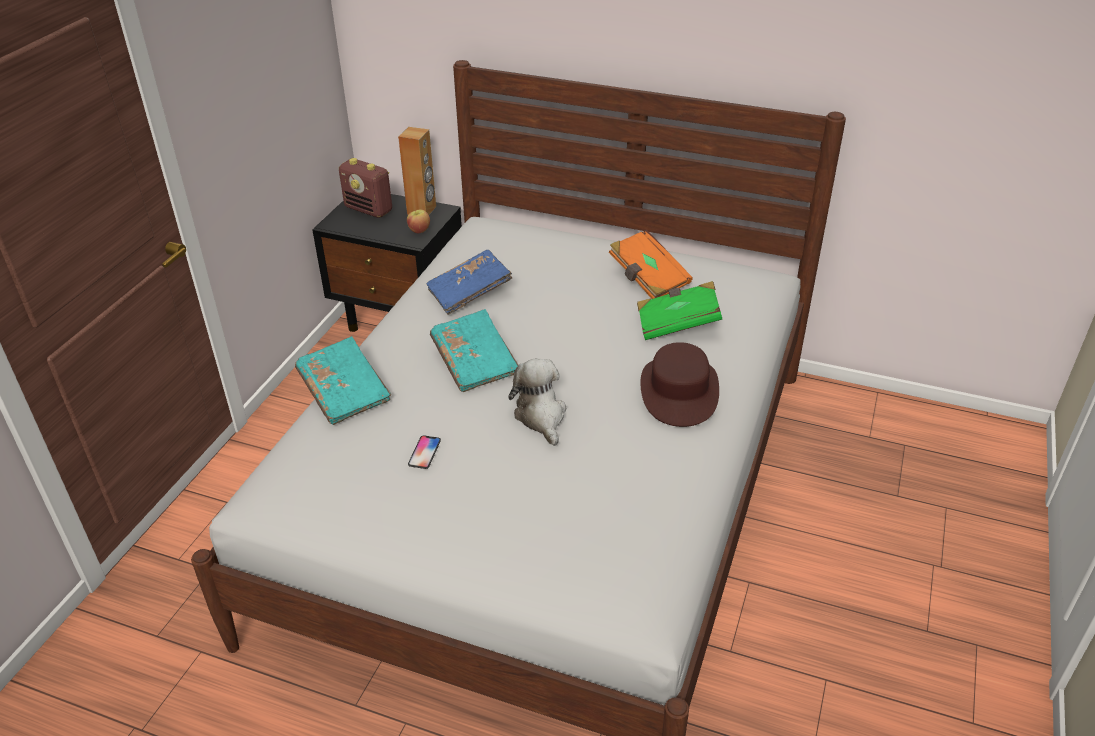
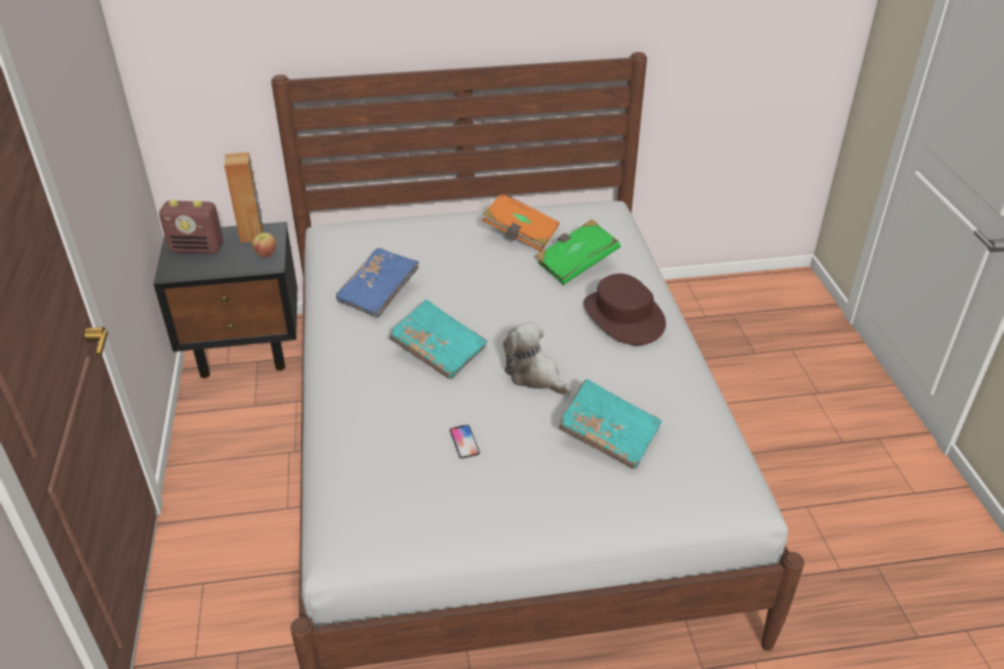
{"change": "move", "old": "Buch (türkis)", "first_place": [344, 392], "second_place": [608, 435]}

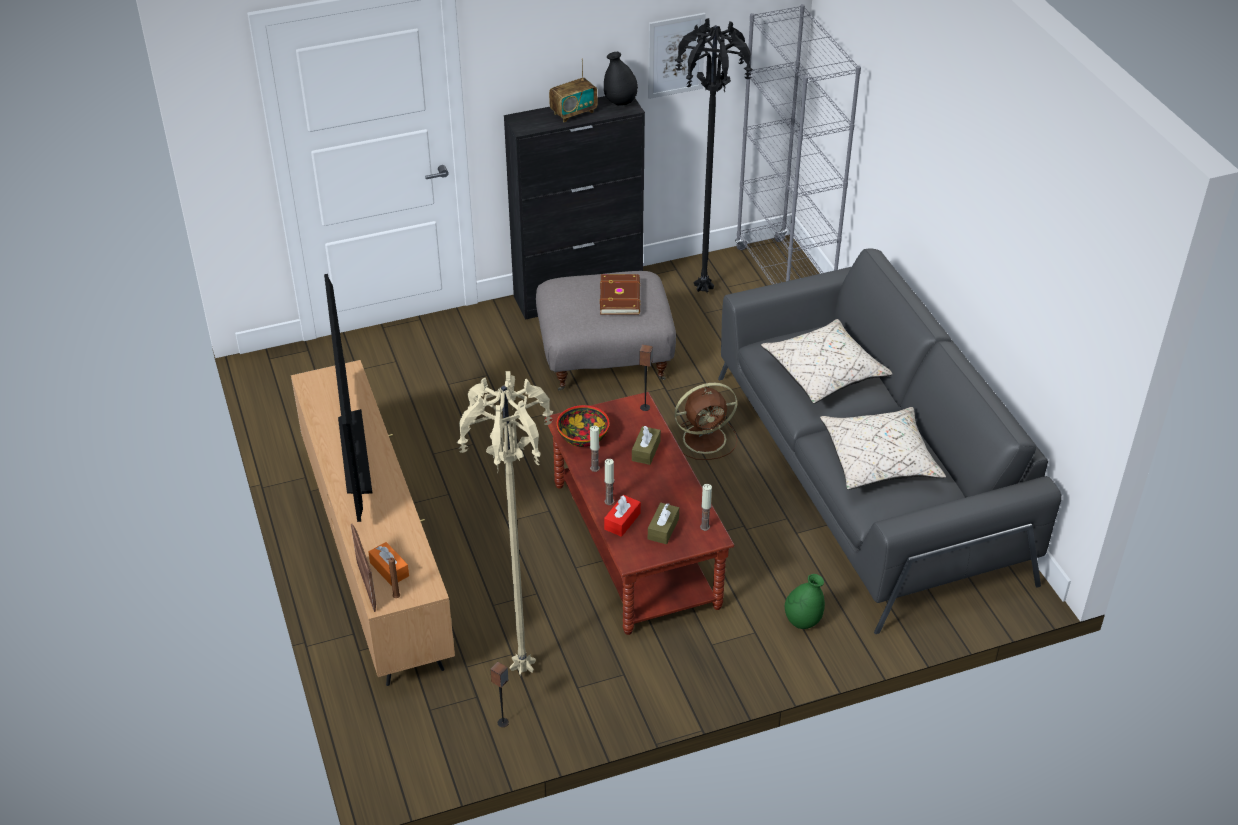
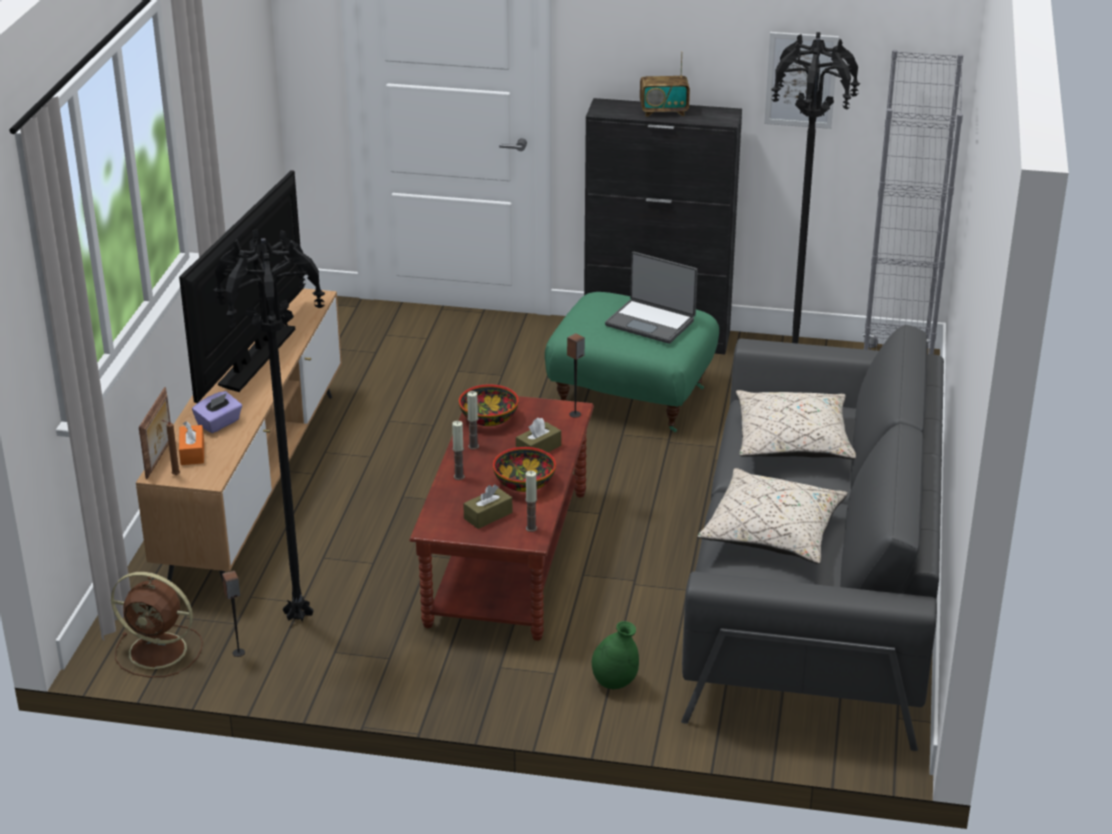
{"change": "move", "old": "Ventilator (braun)", "first_place": [706, 438], "second_place": [160, 651]}
{"change": "insert", "new": "Taschentuchbox (lila)", "second_place": [219, 423]}
{"change": "recolor", "old": "Stehlampe (beige)", "new": "Stehlampe (schwarz)", "first_place": [520, 670], "second_place": [295, 618]}
{"change": "insert", "new": "Schüssel", "second_place": [523, 483]}
{"change": "recolor", "old": "Polsterhocker (grau)", "new": "Polsterhocker (grün)", "first_place": [605, 358], "second_place": [632, 397]}
{"change": "replace", "old": "Buch (braun)", "new": "Laptop", "first_place": [621, 297], "second_place": [651, 322]}
{"change": "delete", "old": "Vase (schwarz)", "first_place": [620, 102]}
{"change": "delete", "old": "Taschentuchbox (rot)", "first_place": [622, 521]}

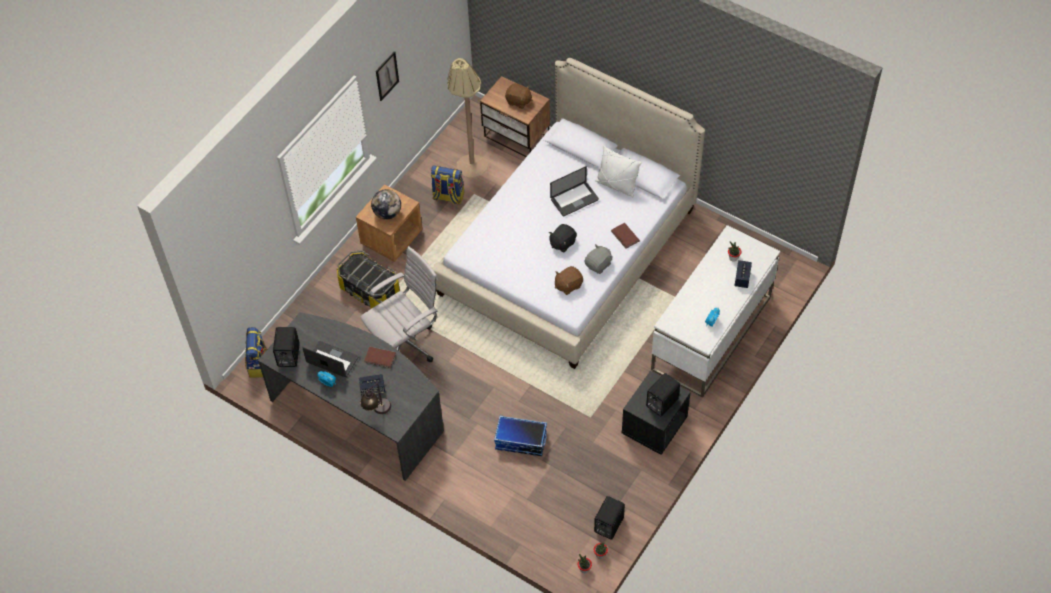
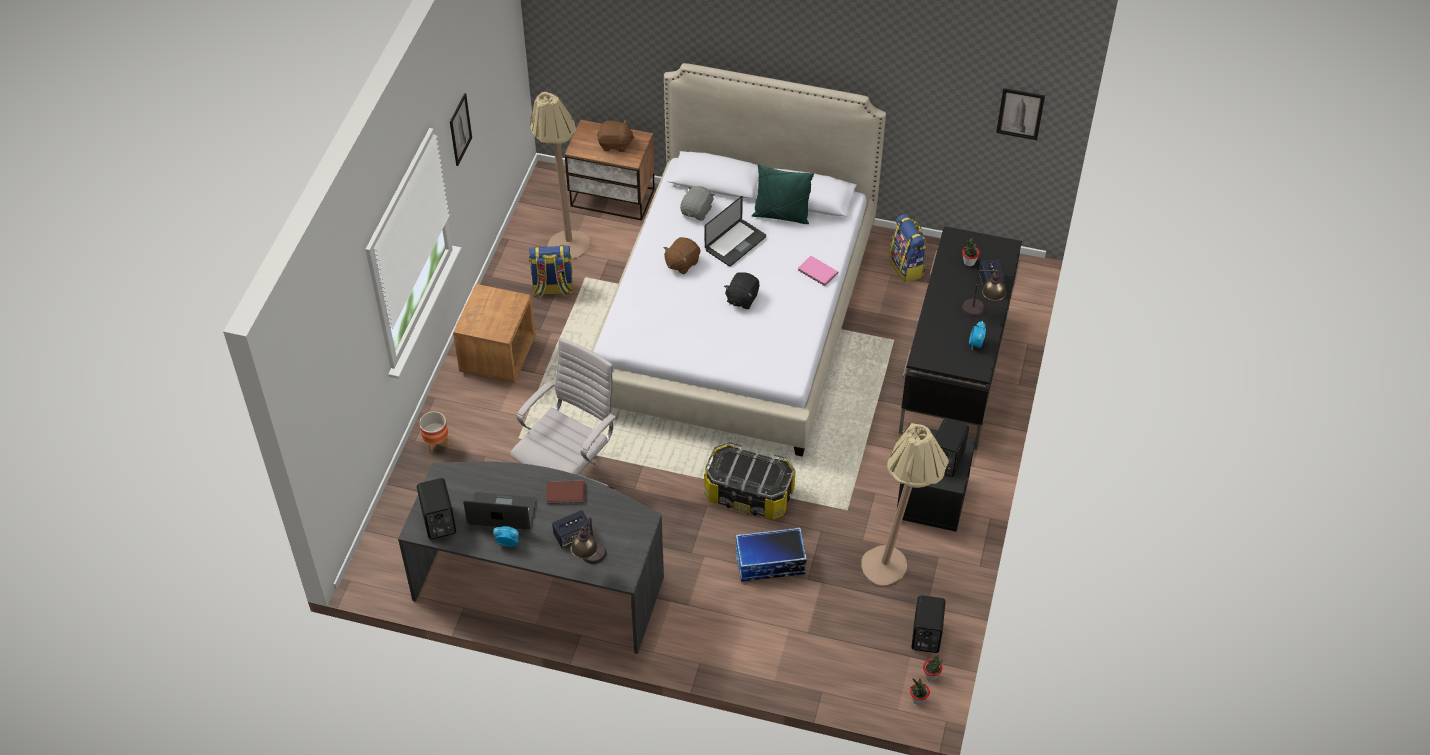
{"change": "insert", "new": "Pflanzkübel", "second_place": [436, 444]}
{"change": "move", "old": "Plüschtier (braun)", "first_place": [568, 285], "second_place": [681, 263]}
{"change": "move", "old": "Plüschtier (grau)", "first_place": [598, 265], "second_place": [697, 211]}
{"change": "move", "old": "Aufbewahrungsbox", "first_place": [369, 290], "second_place": [749, 494]}
{"change": "recolor", "old": "Kissen (weiß)", "new": "Kissen (grün)", "first_place": [616, 185], "second_place": [781, 215]}
{"change": "recolor", "old": "Buch (braun)", "new": "Buch (rosa)", "first_place": [624, 237], "second_place": [817, 272]}
{"change": "insert", "new": "Stehlampe (beige)", "second_place": [895, 566]}
{"change": "move", "old": "Rucksack", "first_place": [259, 364], "second_place": [907, 266]}
{"change": "recolor", "old": "Schreibtisch (weiß)", "new": "Schreibtisch (schwarz)", "first_place": [711, 333], "second_place": [954, 372]}
{"change": "insert", "new": "Tischlampe", "second_place": [981, 311]}
{"change": "insert", "new": "Bild", "second_place": [1020, 113]}
{"change": "delete", "old": "Globus", "first_place": [387, 213]}

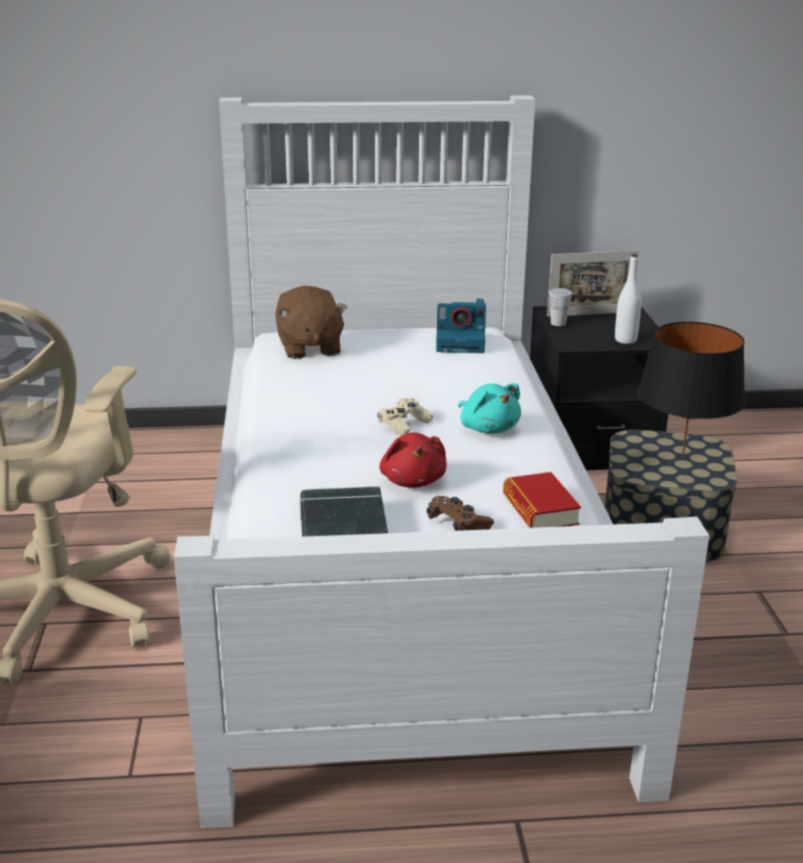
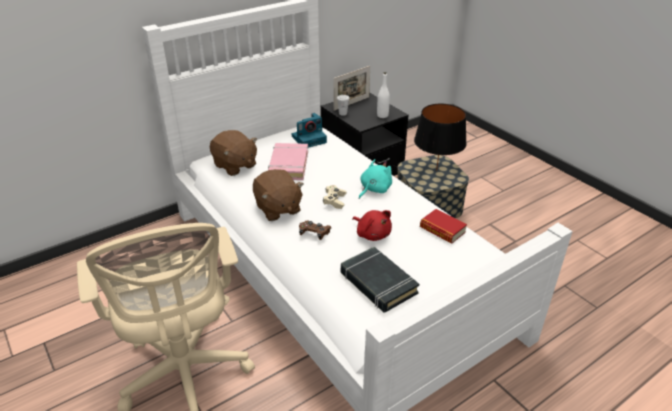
{"change": "insert", "new": "Plüschtier (braun)", "second_place": [277, 209]}
{"change": "insert", "new": "Buch (rosa)", "second_place": [288, 165]}
{"change": "move", "old": "Gamepad (braun)", "first_place": [458, 525], "second_place": [314, 233]}
{"change": "rotate", "old": "Plüschtier (türkis)", "first_place": [488, 428], "second_place": [374, 189], "degrees": -75}

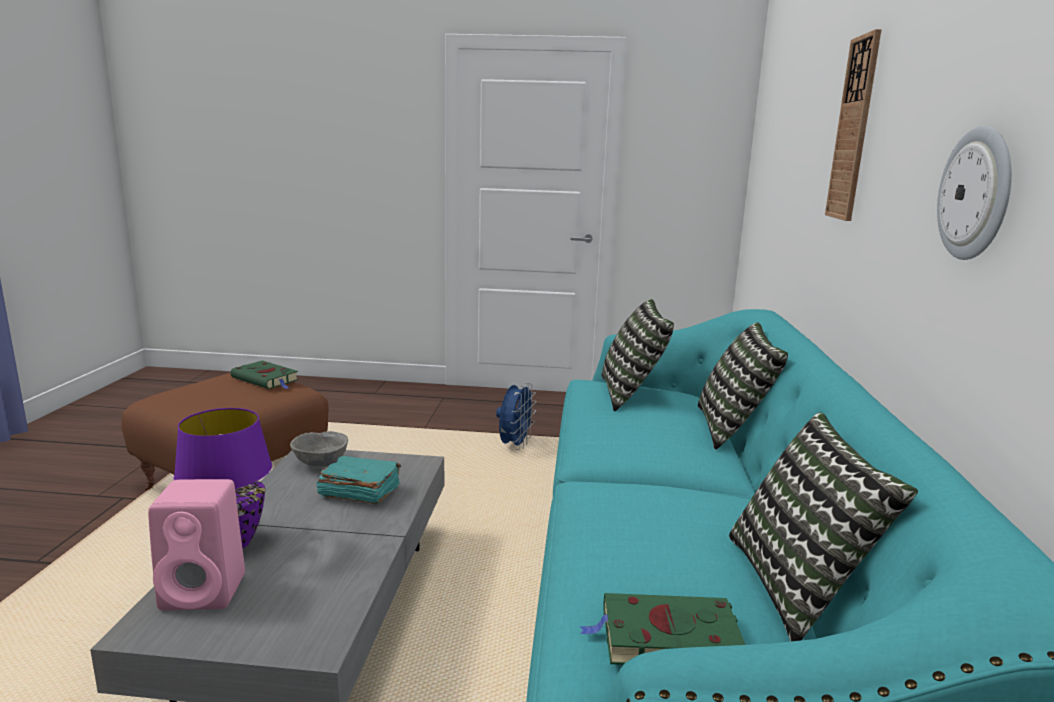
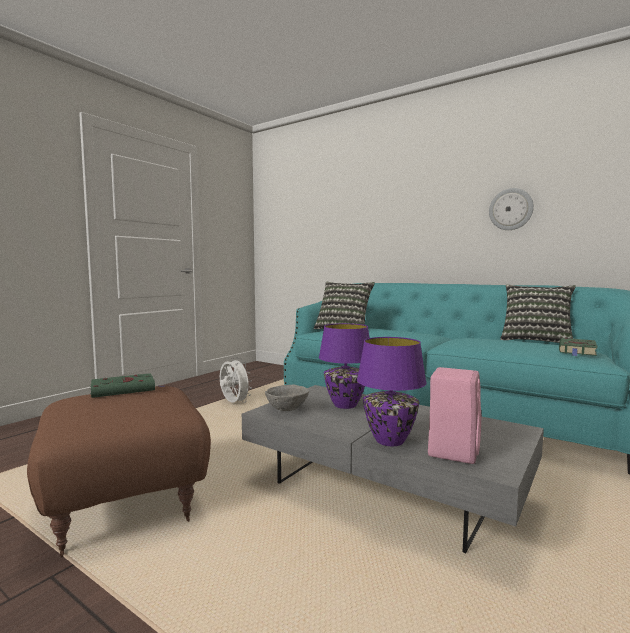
{"change": "recolor", "old": "Ventilator (blau)", "new": "Ventilator (weiß)", "first_place": [515, 445], "second_place": [233, 403]}
{"change": "replace", "old": "Buch (türkis)", "new": "Tischlampe (lila)", "first_place": [359, 492], "second_place": [344, 405]}
{"change": "delete", "old": "Kissen", "first_place": [733, 428]}
{"change": "delete", "old": "Wanduhr", "first_place": [853, 129]}

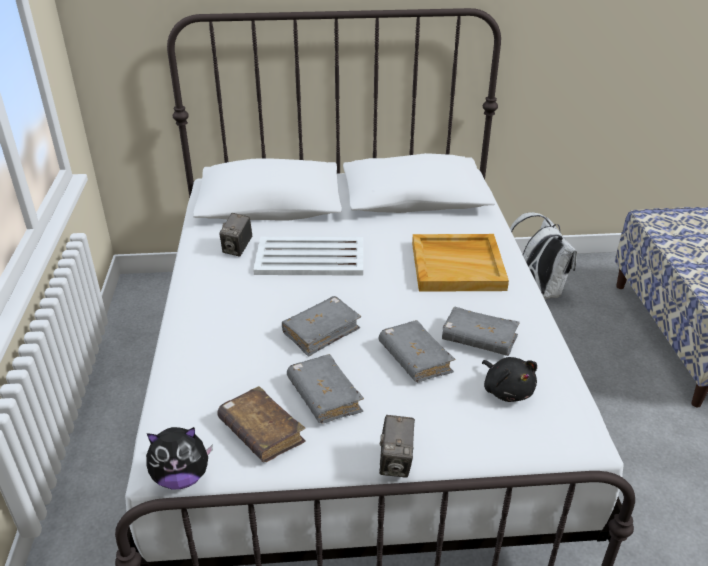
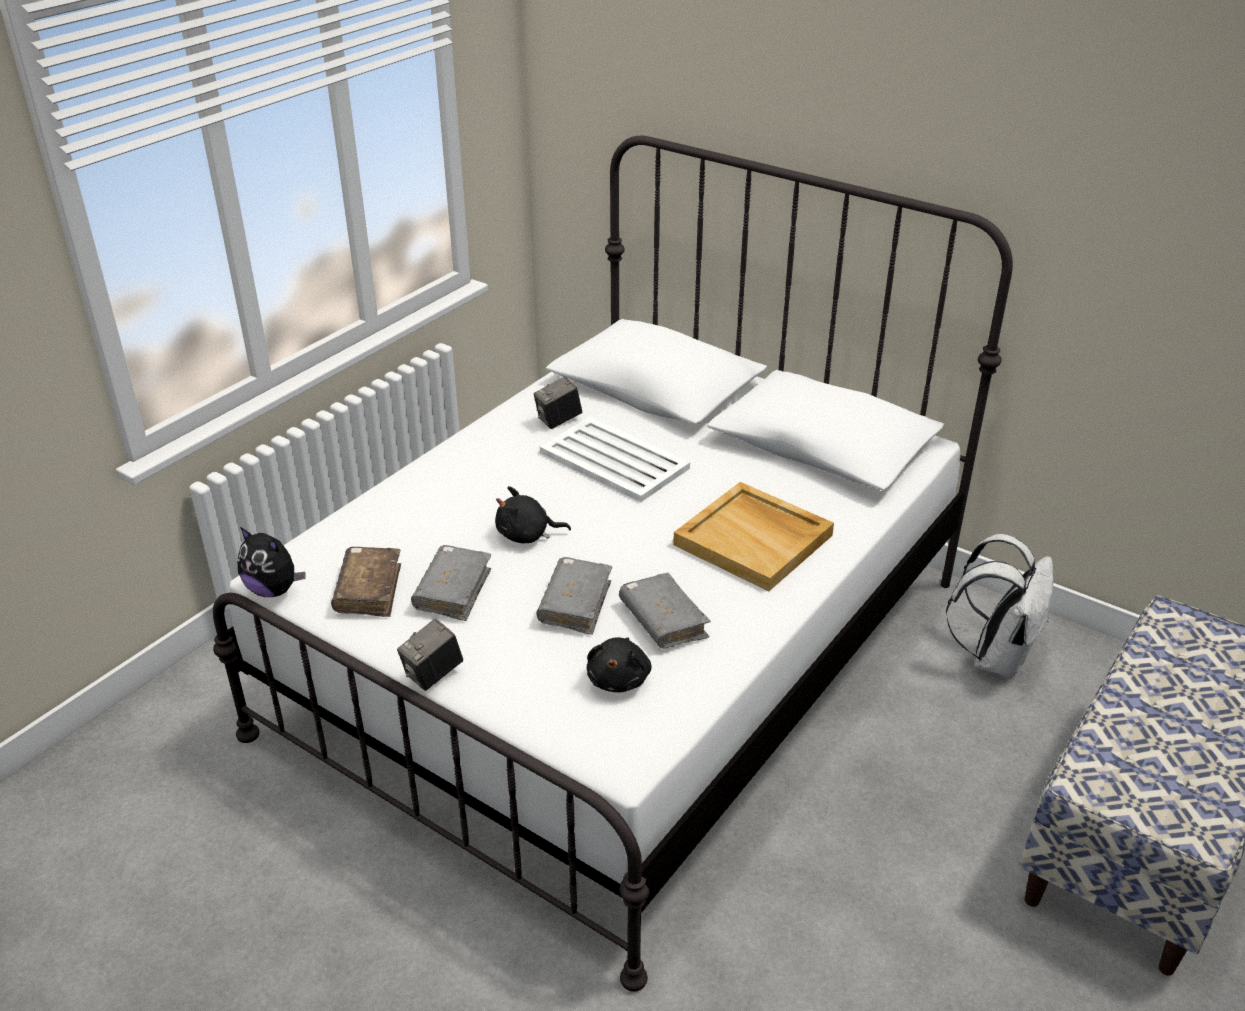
{"change": "replace", "old": "Buch (grau)", "new": "Plüschtier (schwarz)", "first_place": [321, 332], "second_place": [527, 535]}

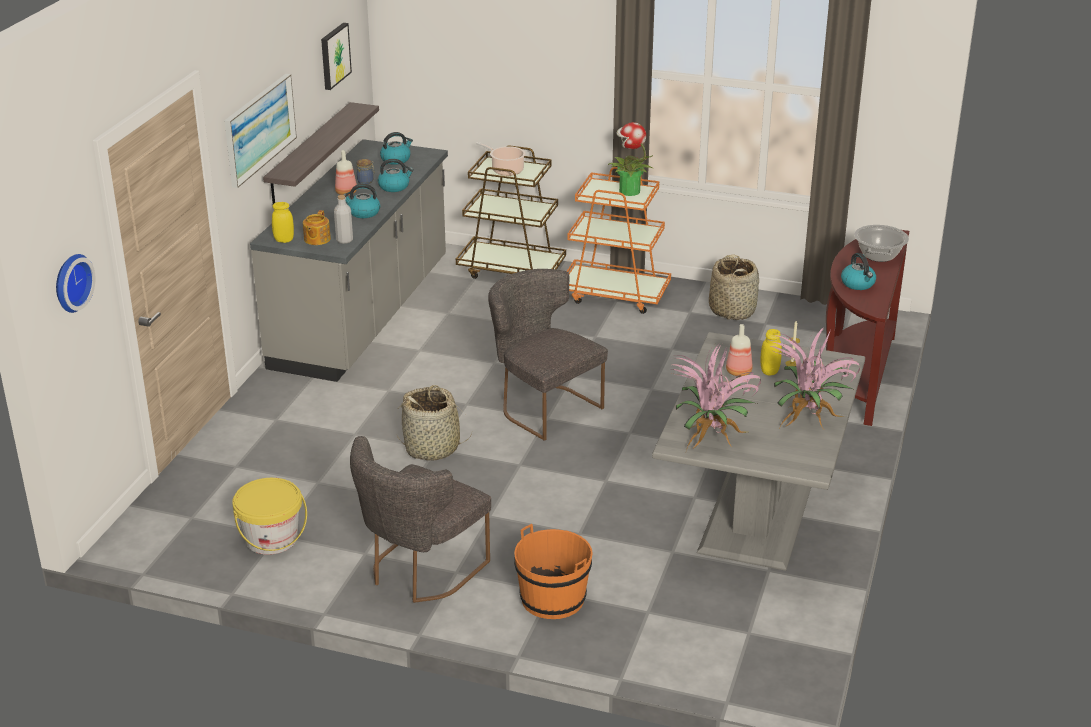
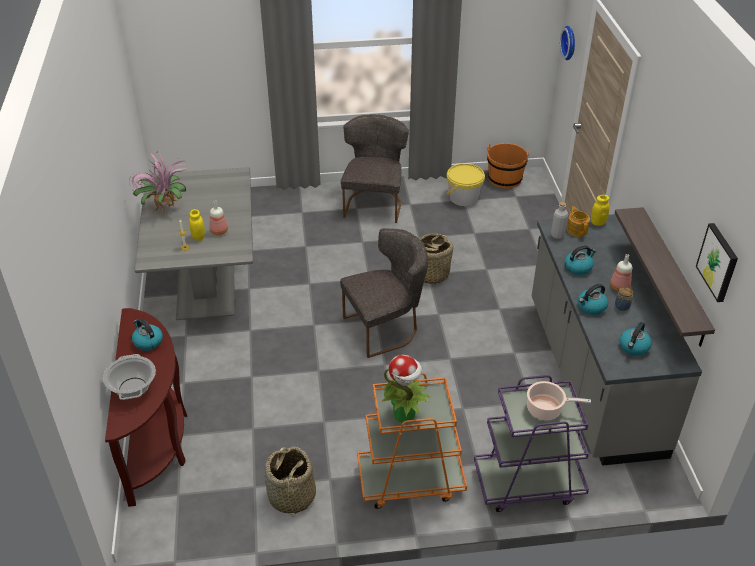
{"change": "rotate", "old": "Stuhl (grau)", "first_place": [543, 407], "second_place": [385, 328], "degrees": -45}
{"change": "recolor", "old": "Rollwagen (braun)", "new": "Rollwagen (lila)", "first_place": [511, 270], "second_place": [528, 483]}
{"change": "move", "old": "Eimer (orange)", "first_place": [553, 599], "second_place": [505, 179]}
{"change": "delete", "old": "Bild", "first_place": [259, 129]}
{"change": "delete", "old": "Topfpflanze", "first_place": [713, 438]}

